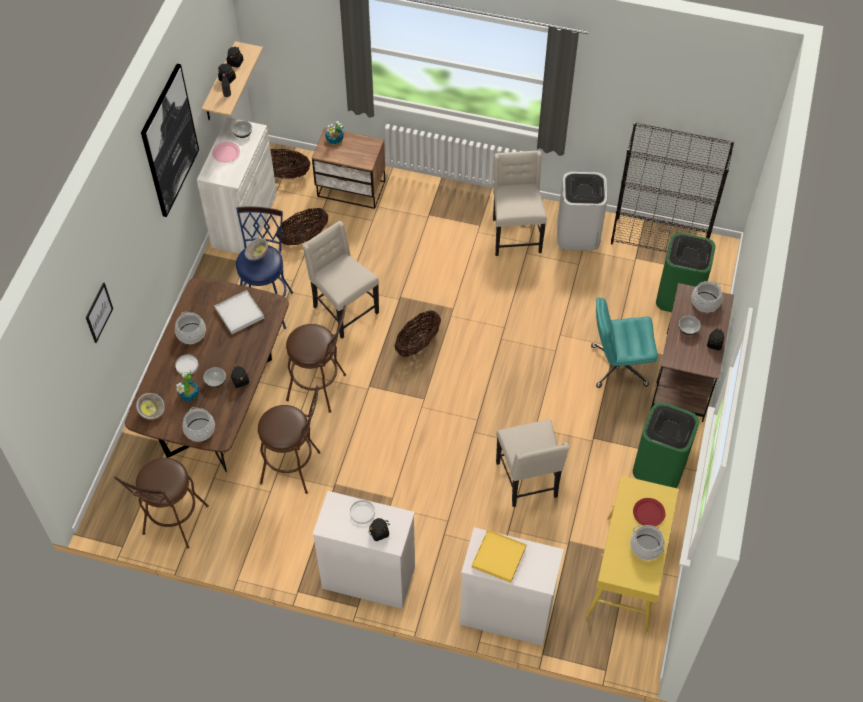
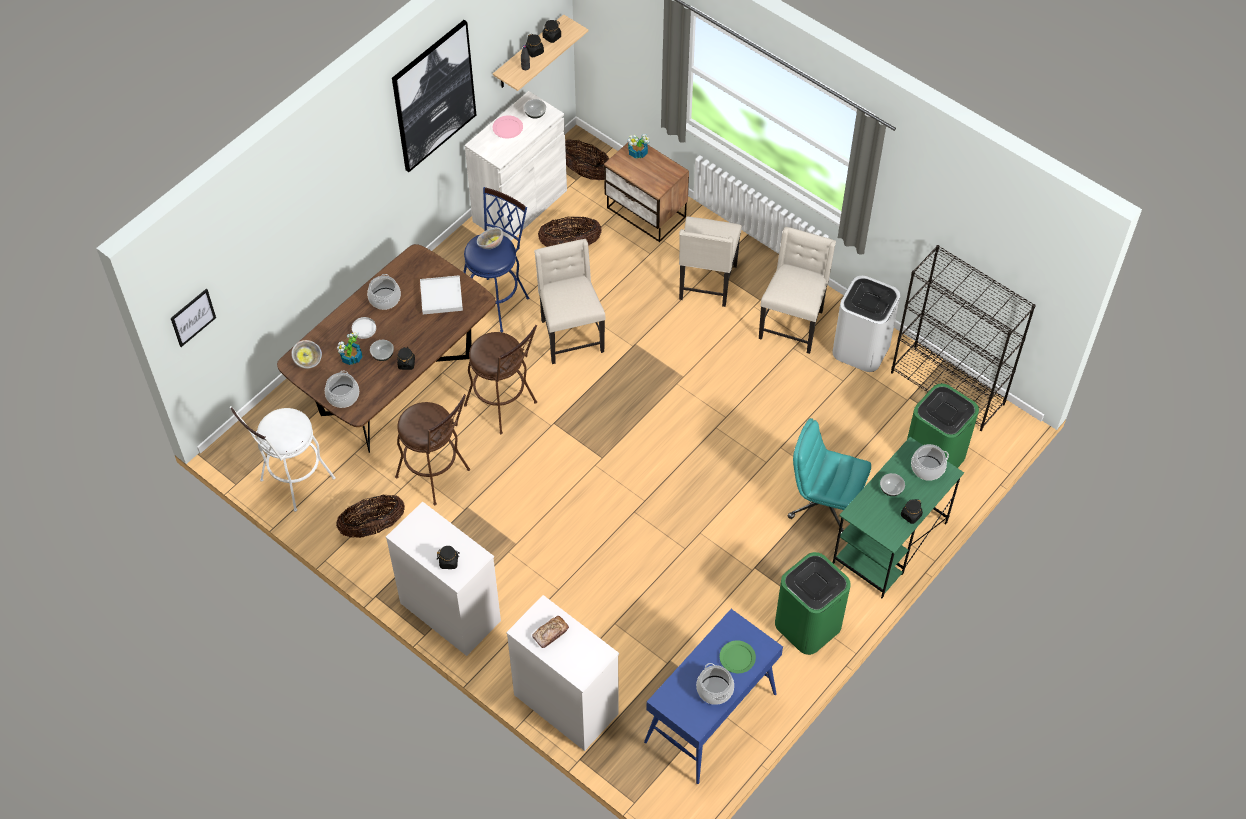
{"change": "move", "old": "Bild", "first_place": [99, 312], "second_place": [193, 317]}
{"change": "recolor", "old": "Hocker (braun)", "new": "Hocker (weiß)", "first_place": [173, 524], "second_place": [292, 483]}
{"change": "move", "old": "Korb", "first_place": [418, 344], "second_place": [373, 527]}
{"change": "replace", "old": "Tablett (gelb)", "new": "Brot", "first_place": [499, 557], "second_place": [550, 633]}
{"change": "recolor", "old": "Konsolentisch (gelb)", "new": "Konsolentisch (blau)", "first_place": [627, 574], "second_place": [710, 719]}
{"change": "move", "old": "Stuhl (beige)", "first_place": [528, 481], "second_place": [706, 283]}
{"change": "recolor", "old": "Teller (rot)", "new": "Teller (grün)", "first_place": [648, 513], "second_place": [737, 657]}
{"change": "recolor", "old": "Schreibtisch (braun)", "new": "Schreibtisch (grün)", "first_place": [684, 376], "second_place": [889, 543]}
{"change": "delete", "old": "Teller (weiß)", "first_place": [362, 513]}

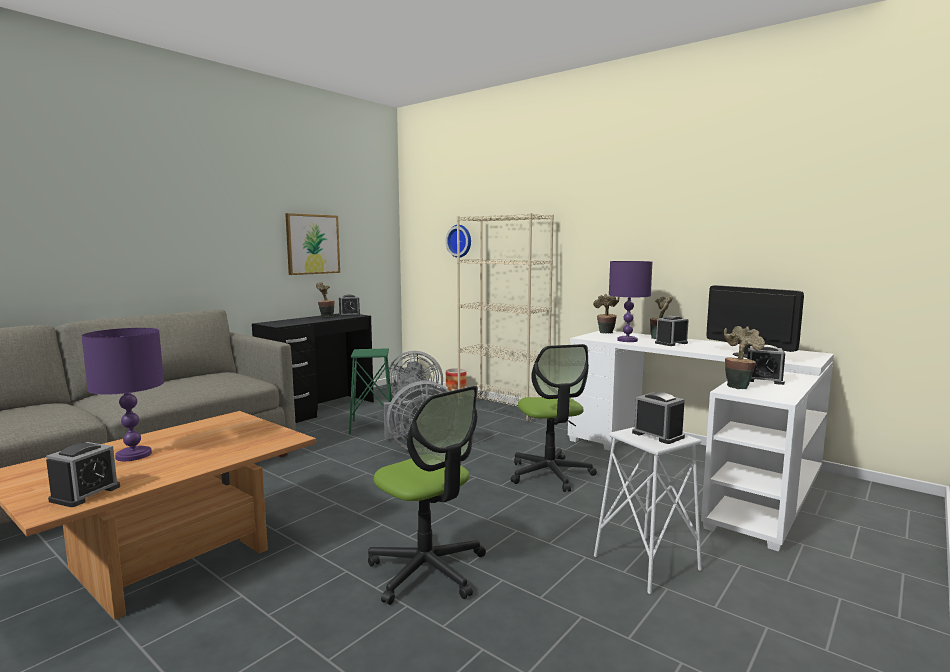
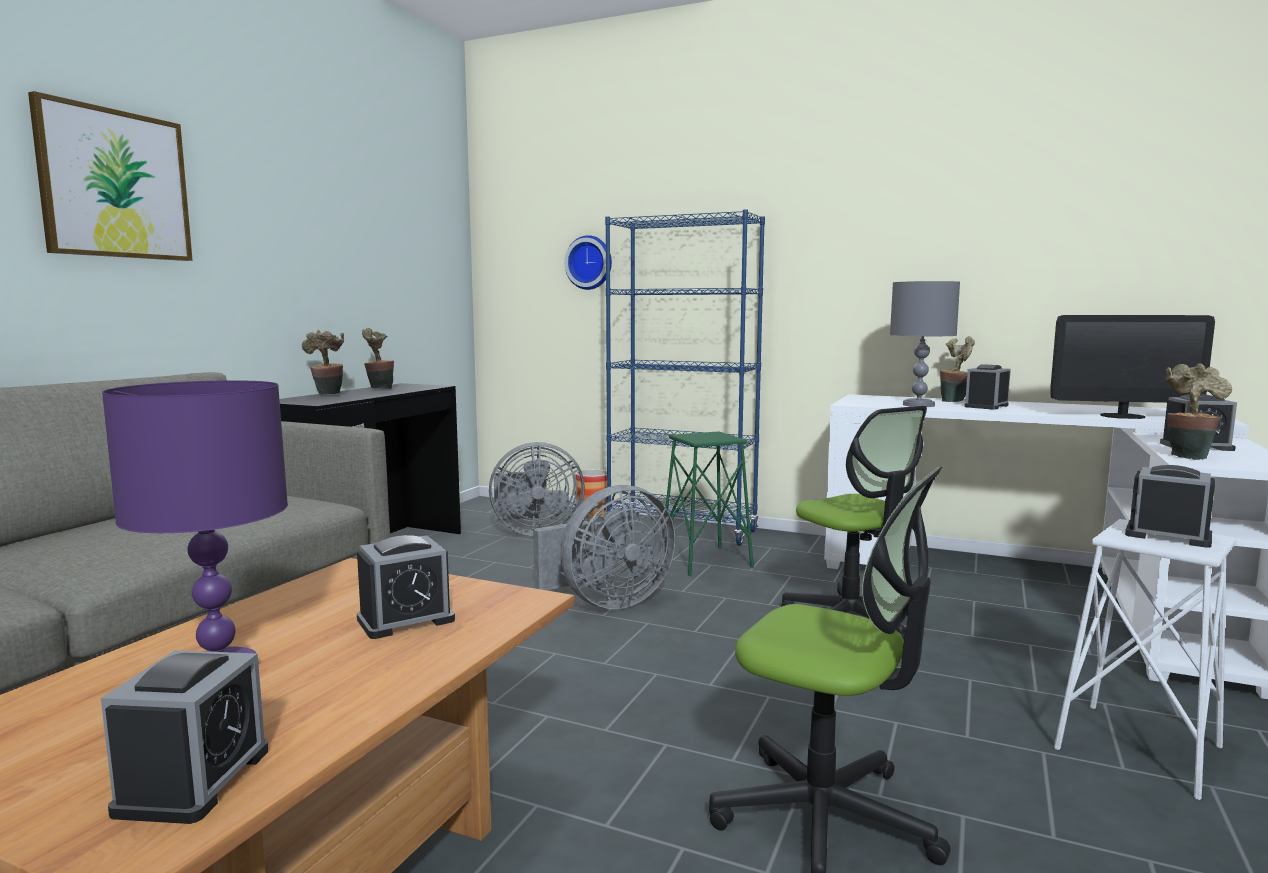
{"change": "move", "old": "Bild", "first_place": [313, 244], "second_place": [115, 184]}
{"change": "move", "old": "Topfpflanze", "first_place": [606, 334], "second_place": [328, 395]}
{"change": "move", "old": "Wecker", "first_place": [349, 315], "second_place": [406, 620]}
{"change": "recolor", "old": "Bücherregal (beige)", "new": "Bücherregal (blau)", "first_place": [502, 410], "second_place": [682, 530]}
{"change": "move", "old": "Hocker (grün)", "first_place": [372, 427], "second_place": [706, 561]}
{"change": "recolor", "old": "Tischlampe (lila)", "new": "Tischlampe (grau)", "first_place": [627, 340], "second_place": [918, 405]}
{"change": "rotate", "old": "Monitor", "first_place": [746, 355], "second_place": [1122, 416], "degrees": 150}

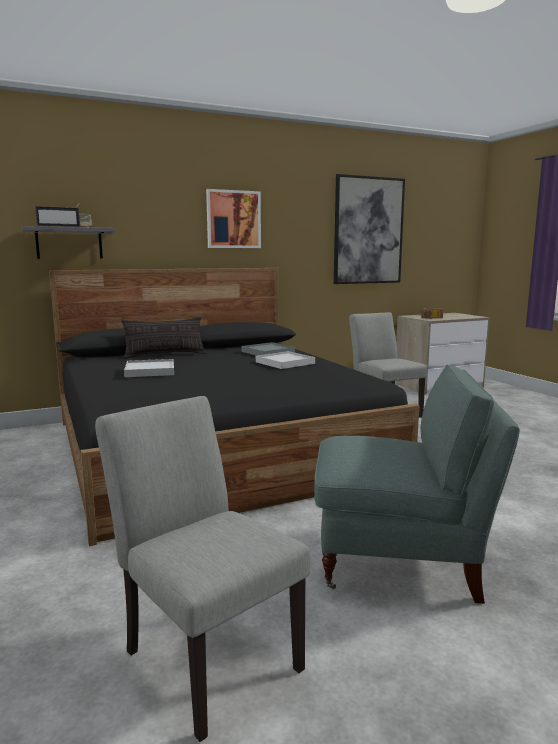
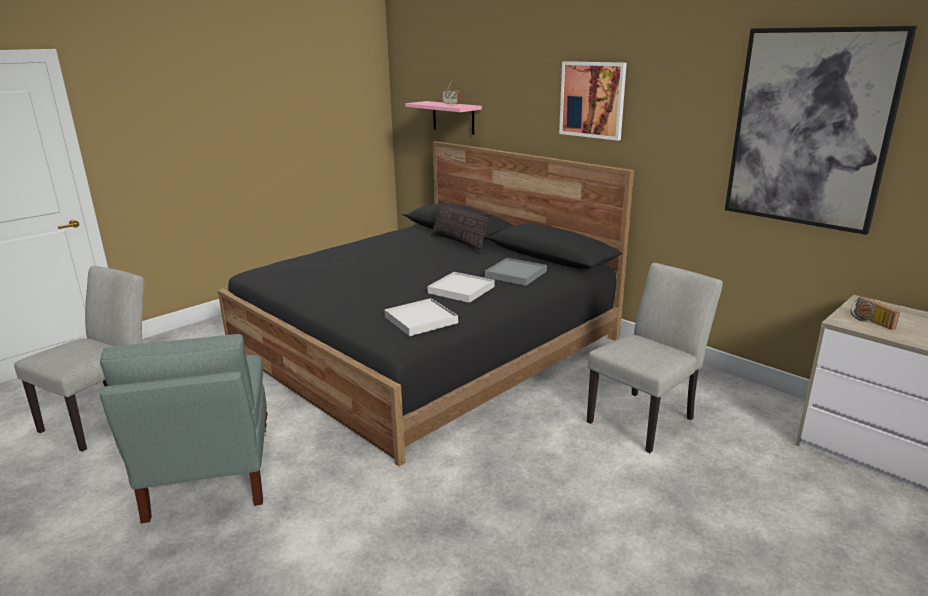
{"change": "move", "old": "Tablett (weiß)", "first_place": [150, 371], "second_place": [421, 320]}
{"change": "recolor", "old": "Wandregal (grau)", "new": "Wandregal (rosa)", "first_place": [69, 243], "second_place": [453, 117]}
{"change": "delete", "old": "Bilderrahmen", "first_place": [58, 226]}

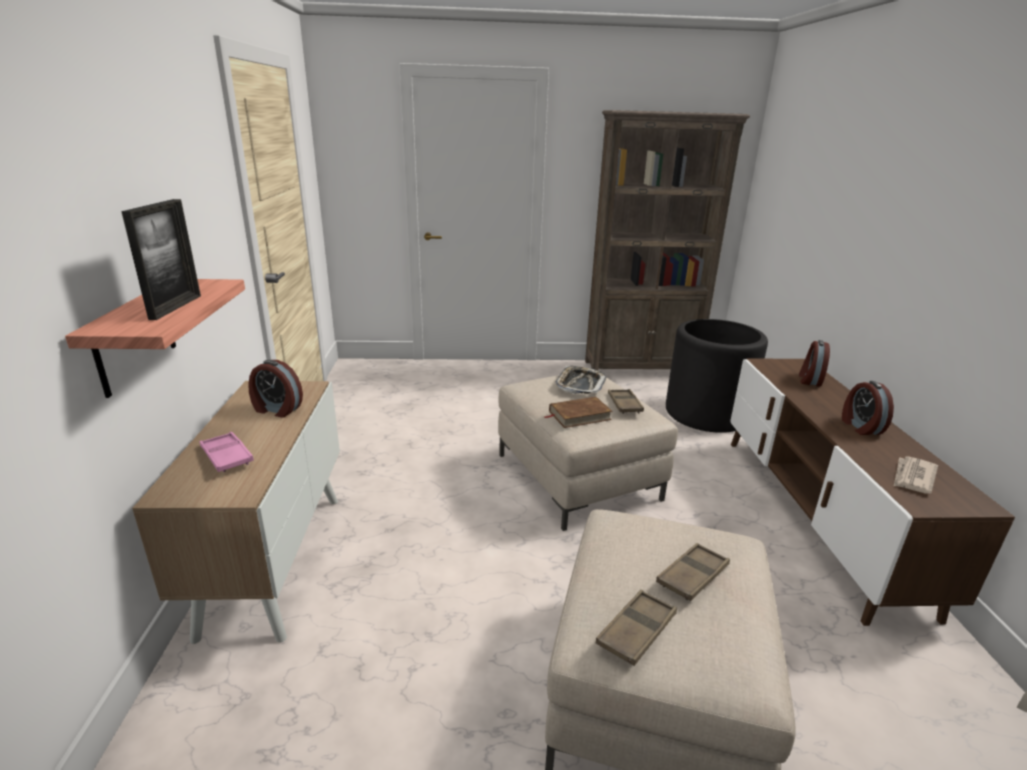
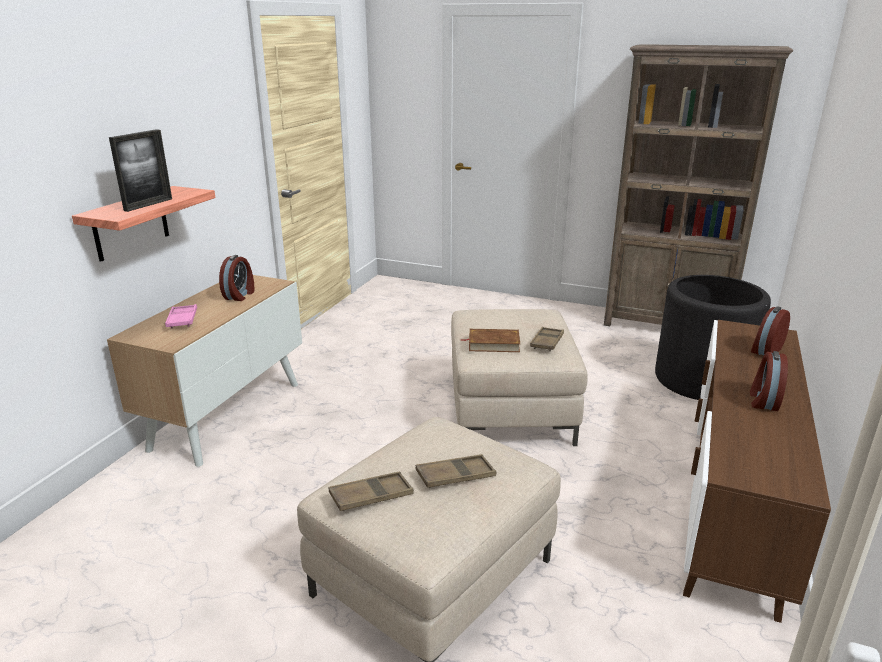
{"change": "rotate", "old": "Wecker", "first_place": [277, 409], "second_place": [240, 295], "degrees": -120}
{"change": "delete", "old": "Tablett", "first_place": [580, 384]}
{"change": "delete", "old": "Zeitung", "first_place": [913, 477]}

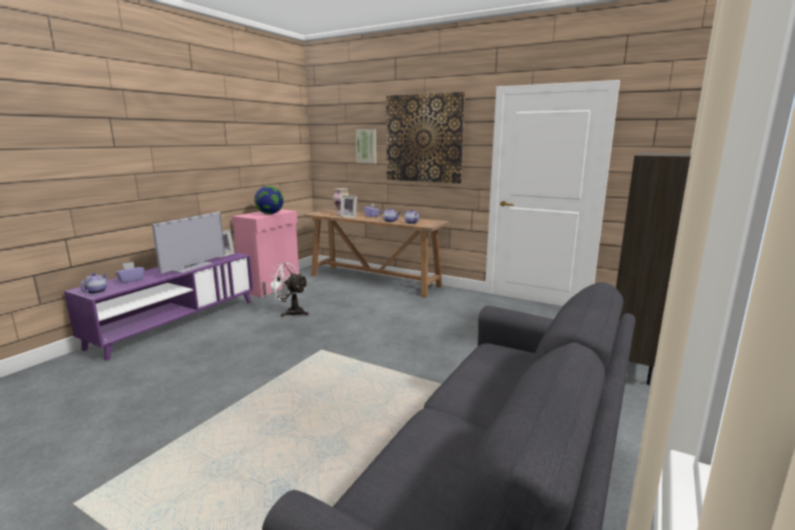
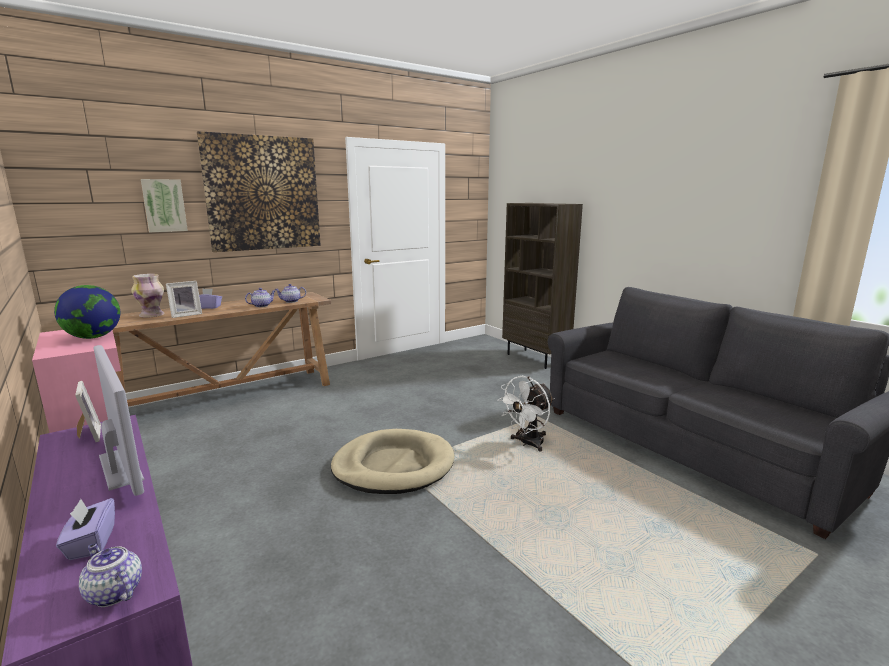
{"change": "insert", "new": "Hundebett (beige)", "second_place": [393, 466]}
{"change": "move", "old": "Ventilator (weiß)", "first_place": [291, 312], "second_place": [527, 444]}

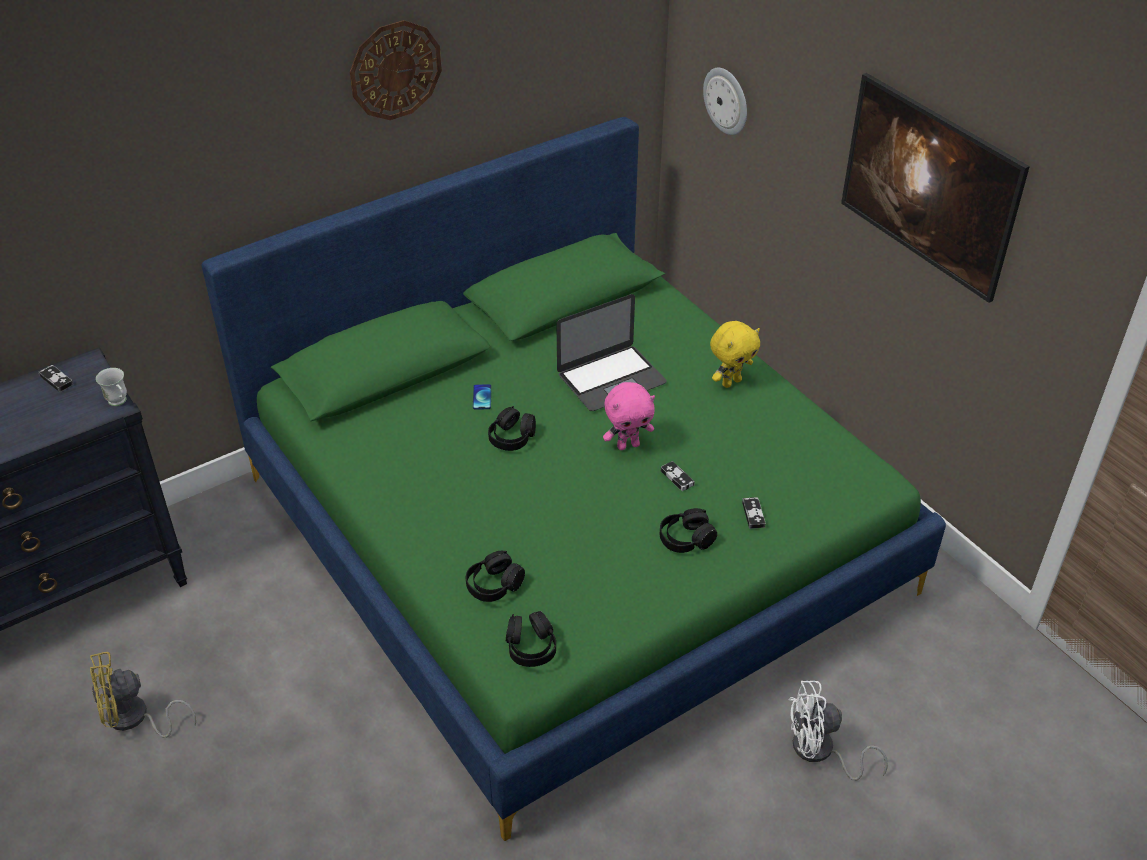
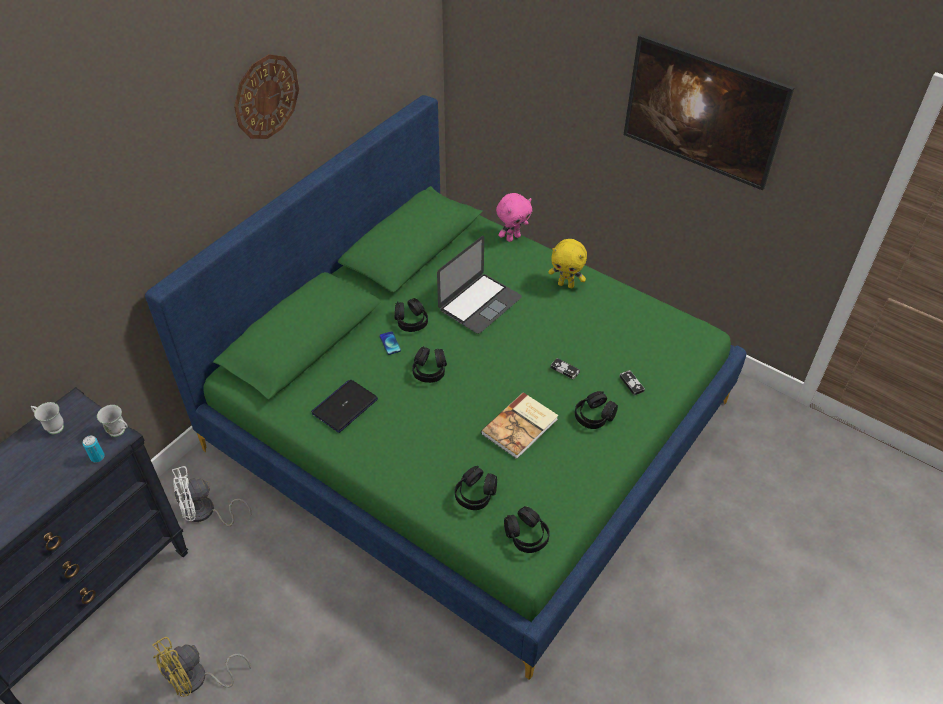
{"change": "replace", "old": "Gamepad", "new": "Henkelbecher (weiß)", "first_place": [56, 380], "second_place": [52, 427]}
{"change": "insert", "new": "Dose", "second_place": [97, 457]}
{"change": "move", "old": "Ventilator (weiß)", "first_place": [820, 752], "second_place": [205, 513]}
{"change": "insert", "new": "Laptop", "second_place": [345, 406]}
{"change": "insert", "new": "Kopfhörer (schwarz)", "second_place": [411, 321]}
{"change": "insert", "new": "Buch", "second_place": [521, 427]}
{"change": "move", "old": "Plüschtier (rosa)", "first_place": [628, 445], "second_place": [513, 237]}
{"change": "rotate", "old": "Plüschtier (gelb)", "first_place": [731, 382], "second_place": [566, 284], "degrees": 75}
{"change": "delete", "old": "Wanduhr", "first_place": [726, 100]}

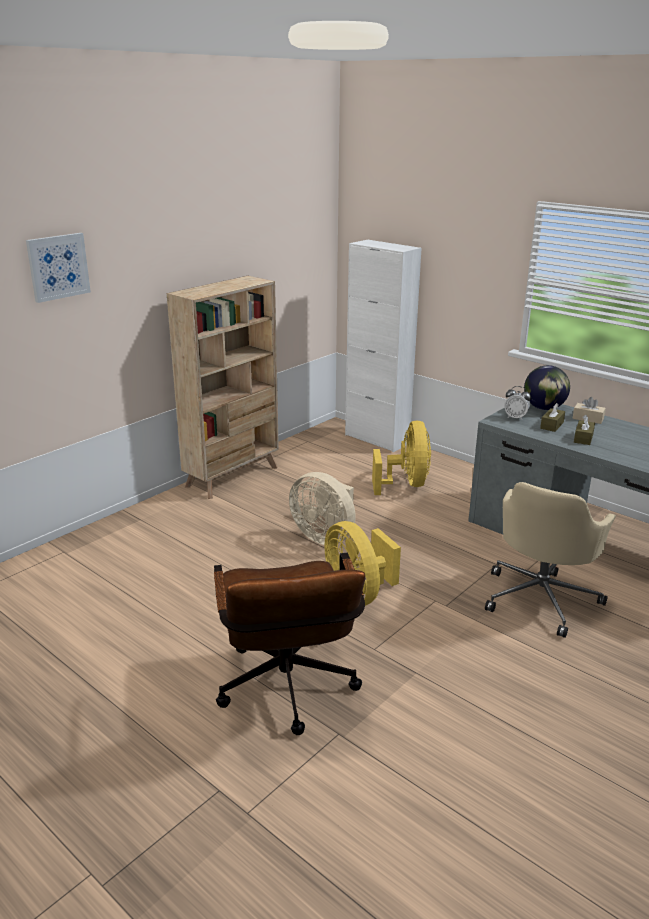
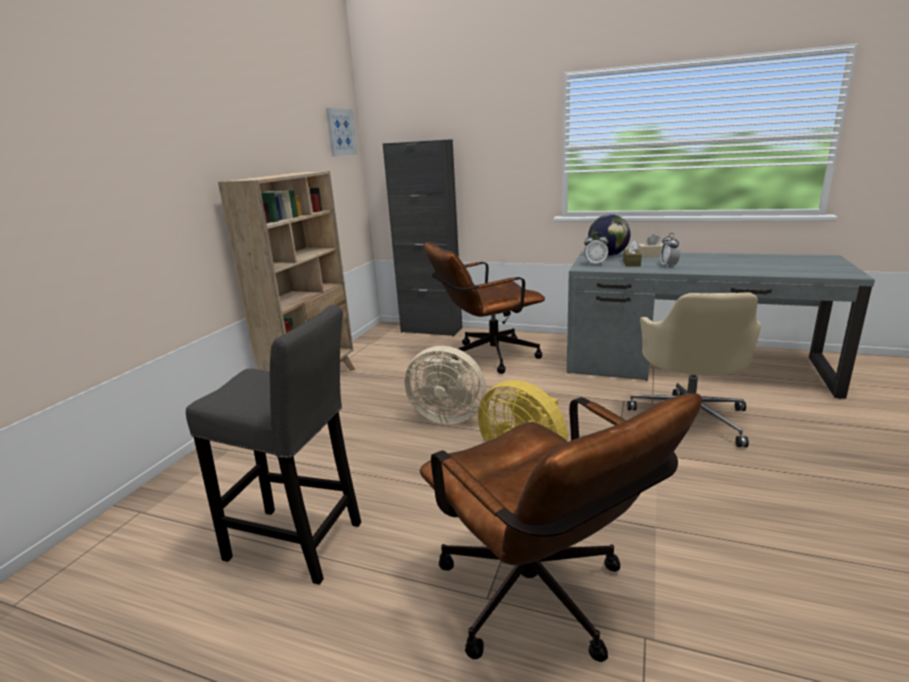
{"change": "insert", "new": "Hocker (grau)", "second_place": [300, 544]}
{"change": "move", "old": "Bild", "first_place": [58, 267], "second_place": [340, 132]}
{"change": "recolor", "old": "Schrank (weiß)", "new": "Schrank (schwarz)", "first_place": [377, 439], "second_place": [431, 330]}
{"change": "replace", "old": "Ventilator (gelb)", "new": "Bürostuhl (braun)", "first_place": [406, 484], "second_place": [486, 357]}
{"change": "replace", "old": "Taschentuchbox (braun)", "new": "Wecker", "first_place": [583, 438], "second_place": [669, 266]}

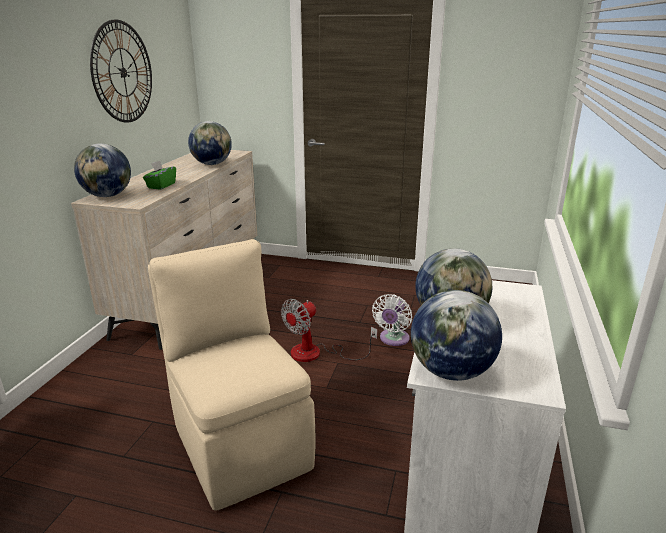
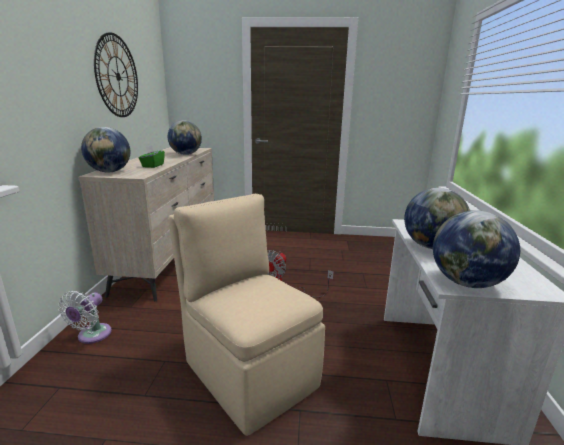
{"change": "move", "old": "Ventilator (weiß)", "first_place": [393, 339], "second_place": [92, 336]}

